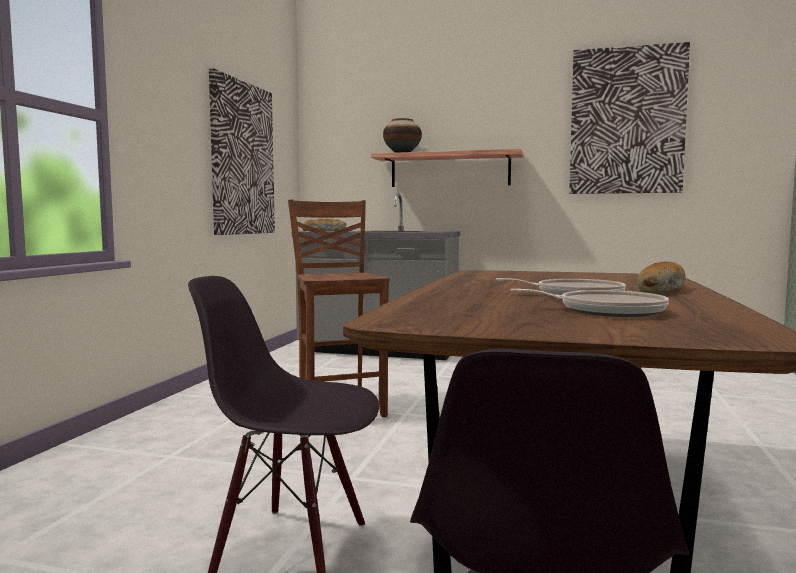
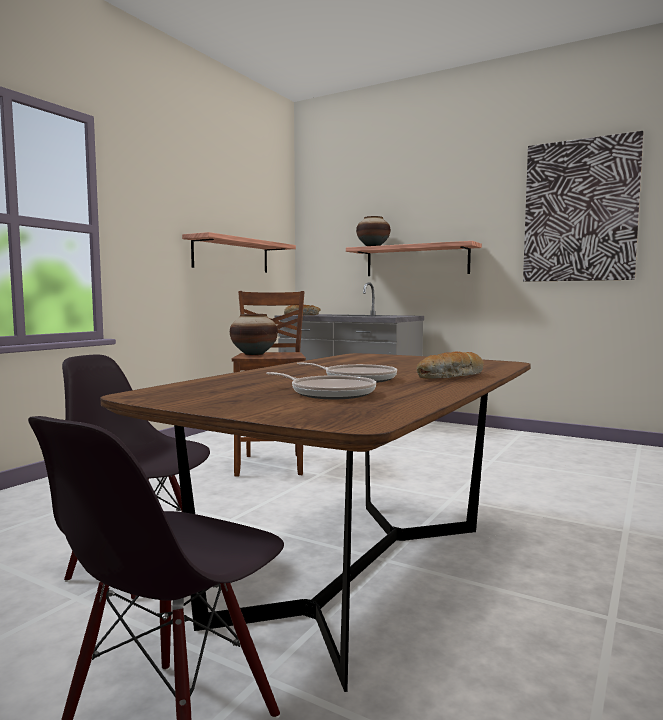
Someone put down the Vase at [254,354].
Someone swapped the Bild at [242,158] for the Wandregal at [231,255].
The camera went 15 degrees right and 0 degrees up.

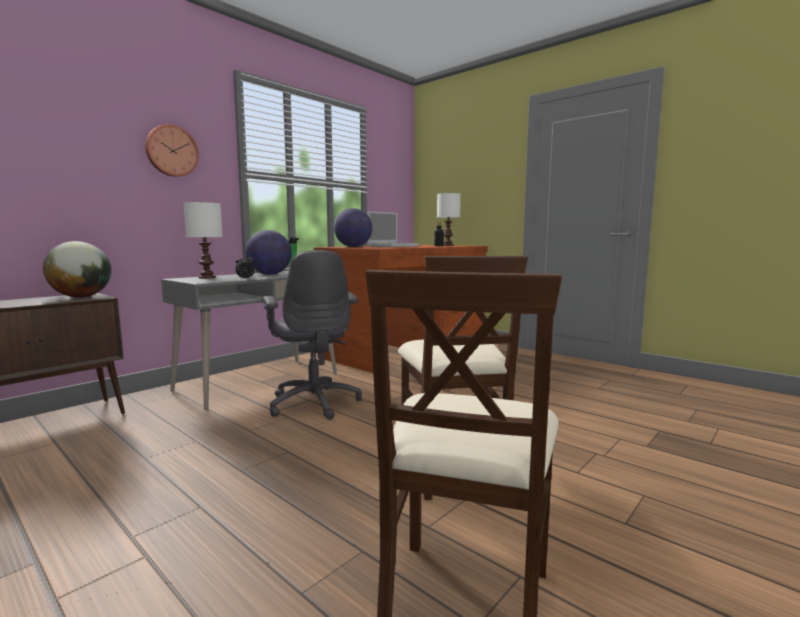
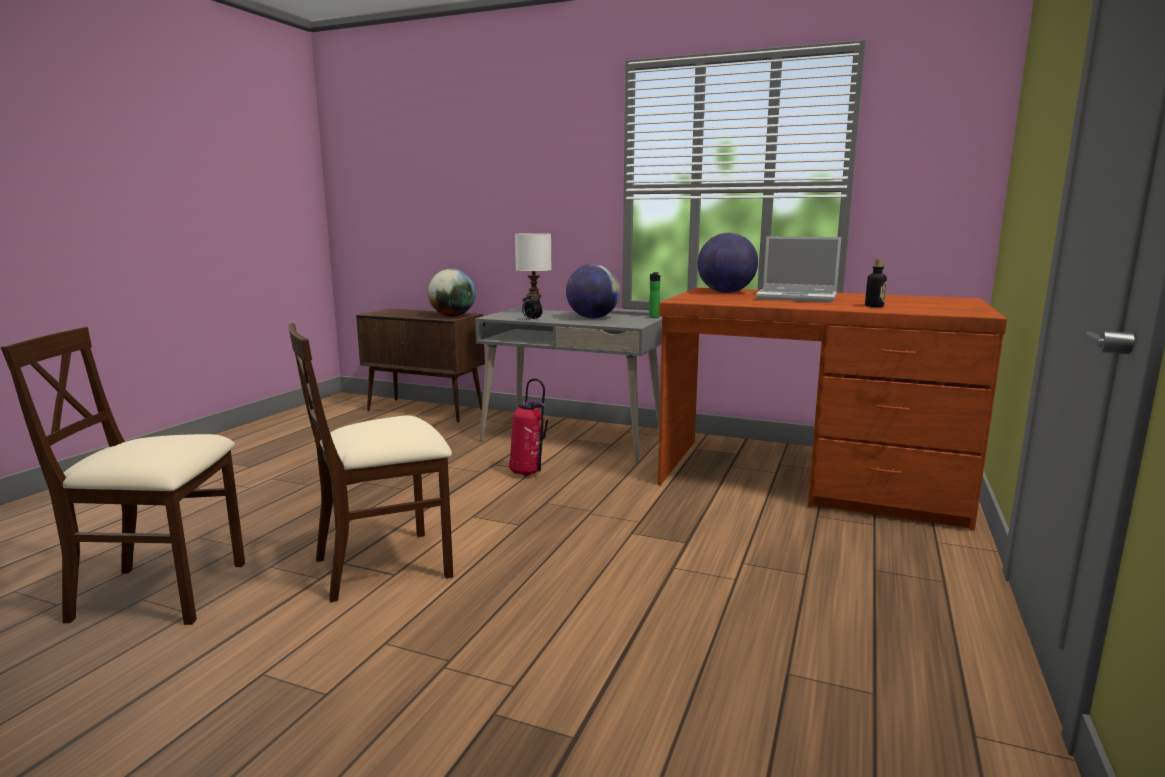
Someone took away the Wanduhr at [171,151].
Someone took away the Tischlampe [weiß] at [447,245].
Someone swapped the Bürostuhl [grau] at [314,403] for the Feuerlöscher at [528,473].
The camera went 70 degrees right and 5 degrees up.

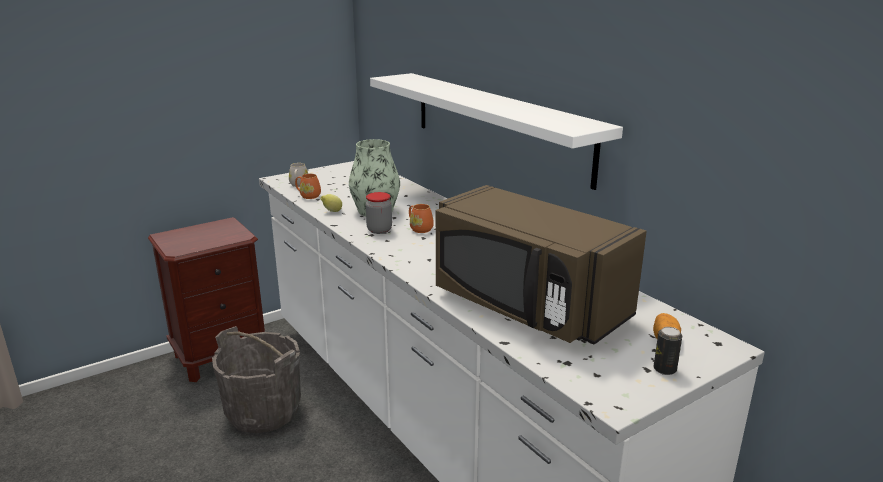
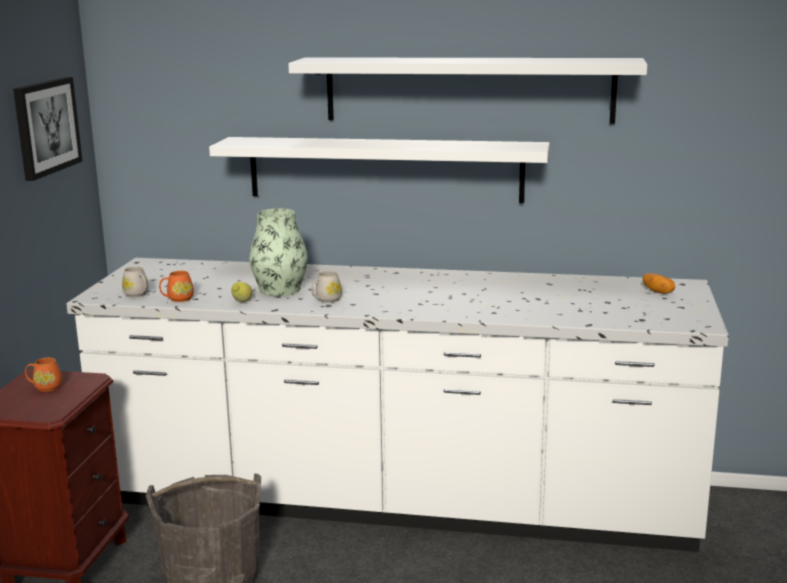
Someone took away the Mikrowelle [braun] at [526,305].
Someone took away the Dose at [664,369].
Someone put up the Bild at [46,127].
Someone put up the Wandregal [weiß] at [468,89].
Someone carried the Henkelbecher [orange] from [419,228] to [44,387].
Someone swapped the Vorratsglas at [379,230] for the Henkelbecher [weiß] at [326,300].
The camera went 45 degrees left and 5 degrees down.

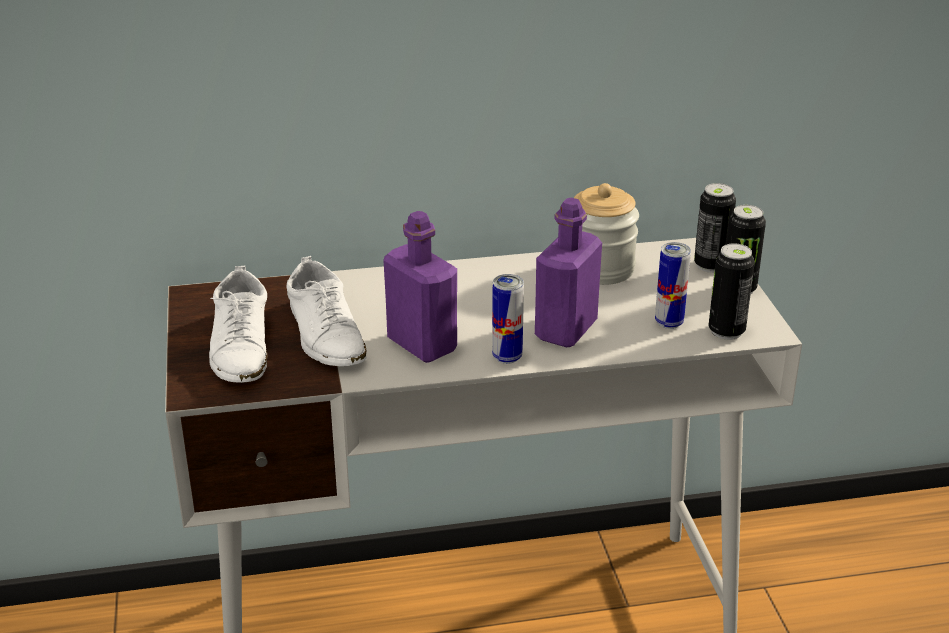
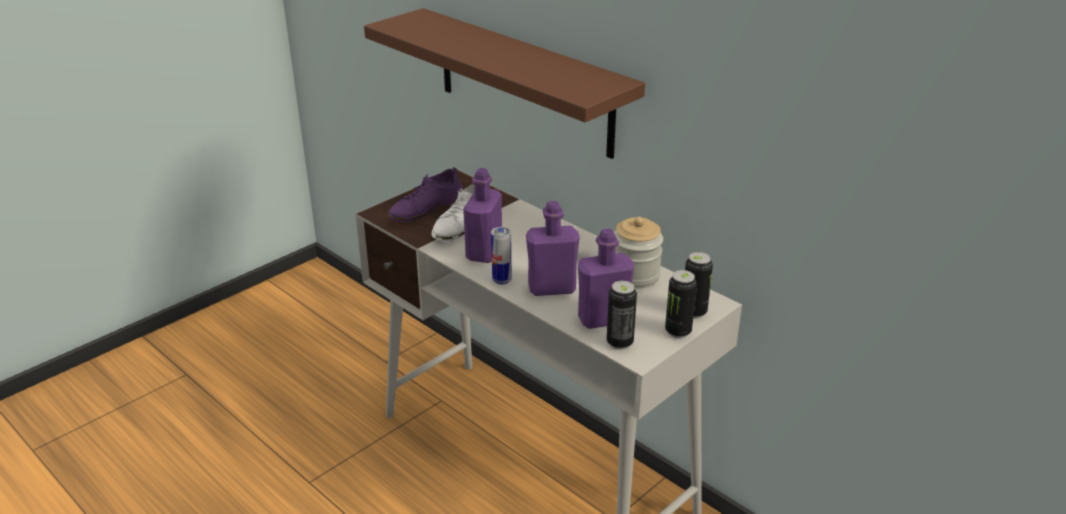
Someone put up the Wandregal [braun] at [524,82].
Someone swapped the Dose at [669,323] for the Flasche [lila] at [603,319].
Someone repainted the Schuh [weiß] at [241,346], which became the Schuh [lila] at [426,207].
The camera went 55 degrees right and 0 degrees up.

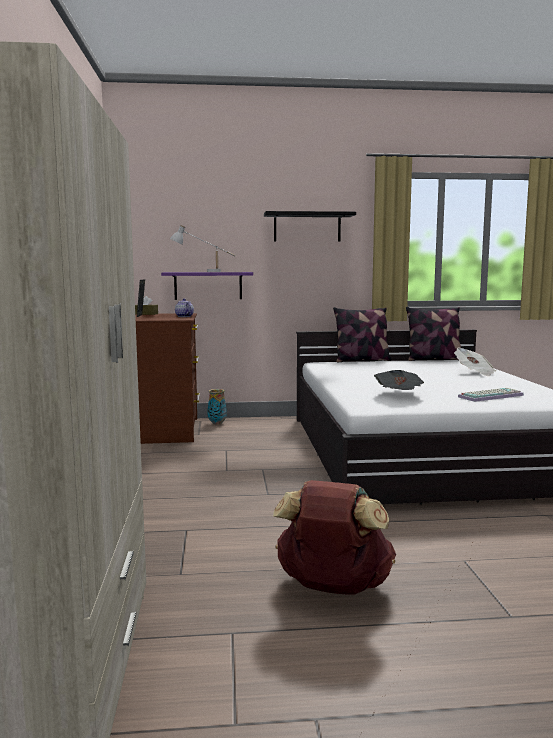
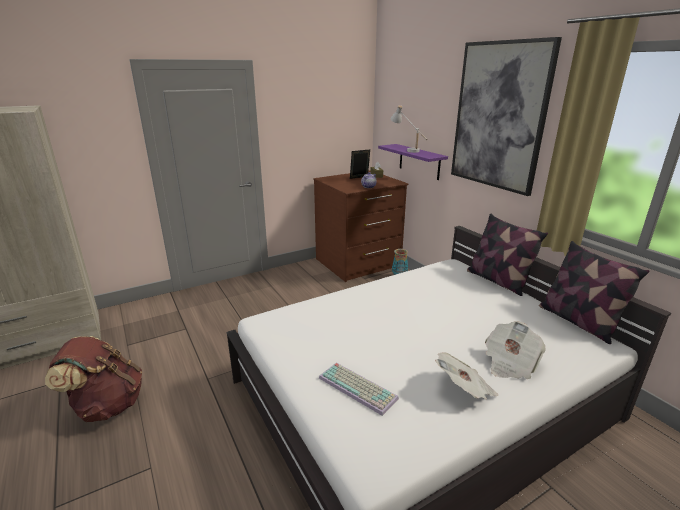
Someone carried the Zeitung from [399,394] to [464,389].
Someone swapped the Wandregal [schwarz] at [307,227] for the Bild at [499,116].
The camera went 65 degrees right and 15 degrees up.

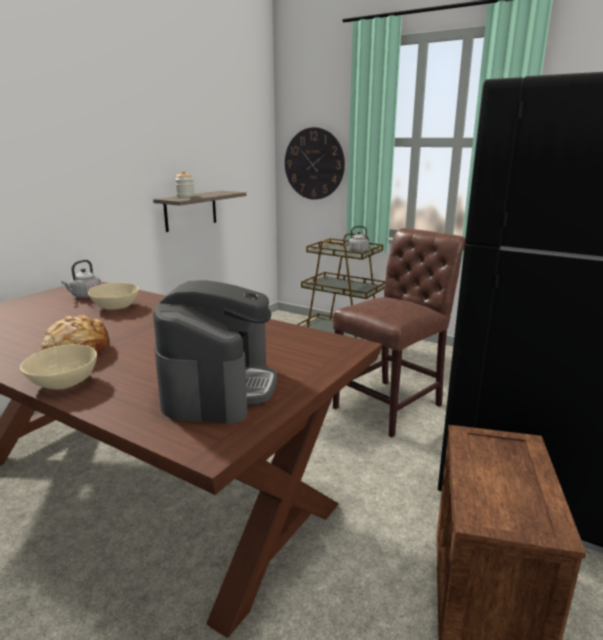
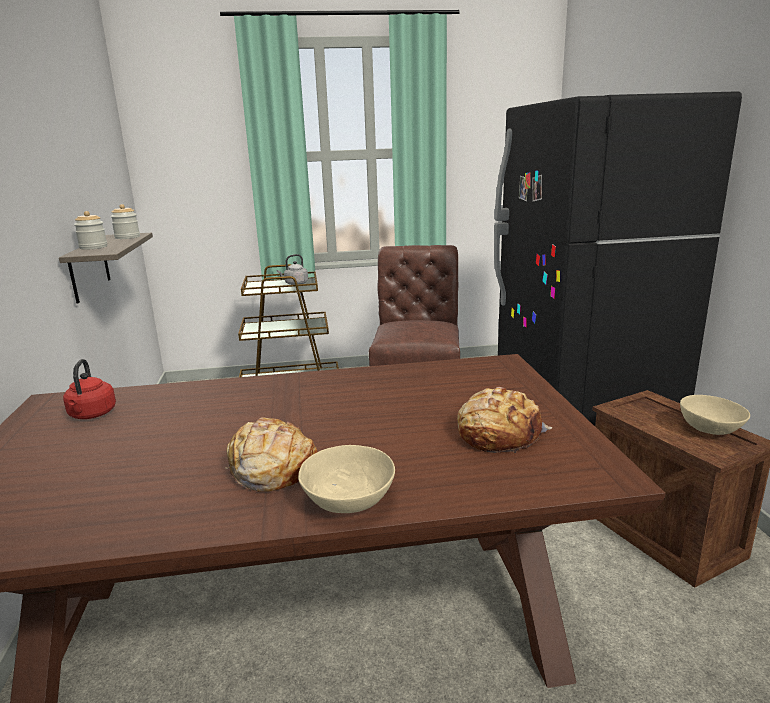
Someone took away the Wanduhr at [314,164].
Someone put down the Vorratsglas at [127,237].
Someone carried the Schüssel [beige] from [116,307] to [710,428].
Someone swapped the Kaffeemaschine at [219,387] for the Brot at [498,434].
Someone repainted the Wasserkessel [grau] at [85,296], which became the Wasserkessel [rot] at [92,415].
The camera went 40 degrees left and 0 degrees up.

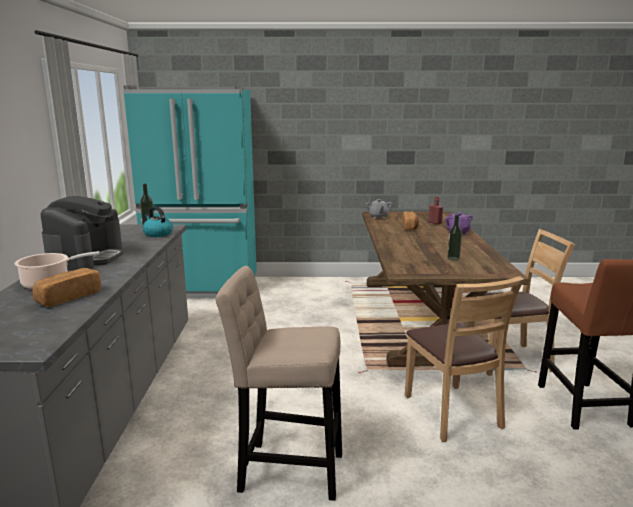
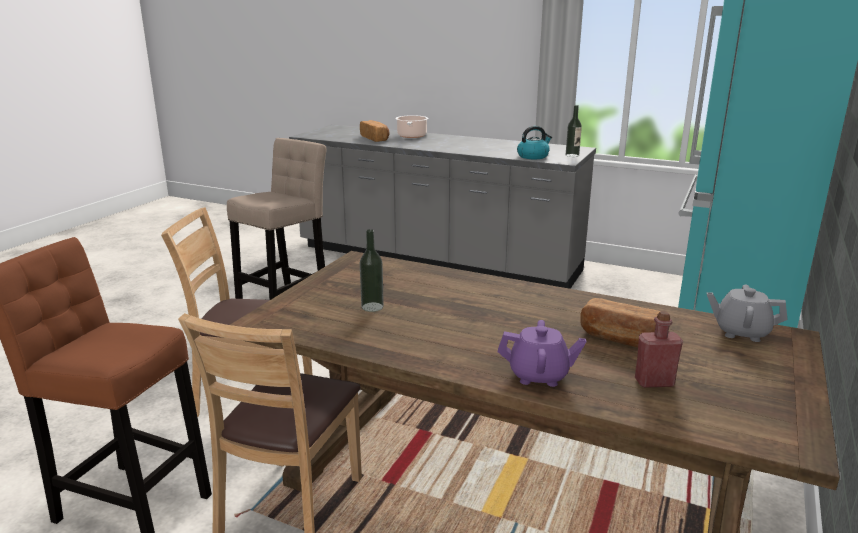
Someone took away the Kaffeemaschine at [86,258].
The camera went 115 degrees right and 5 degrees up.

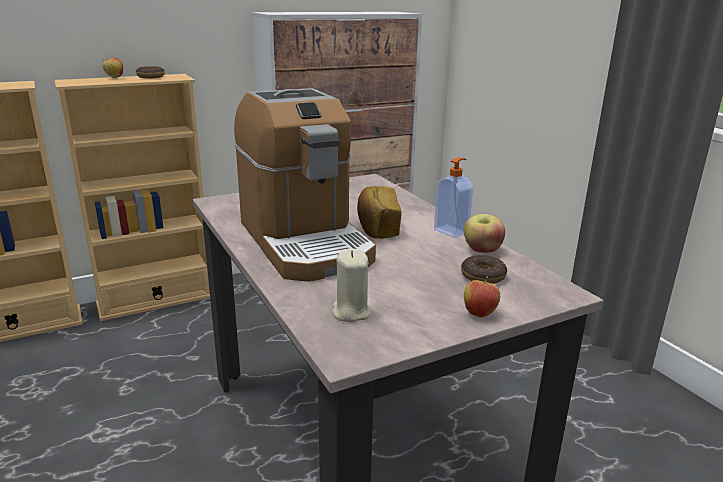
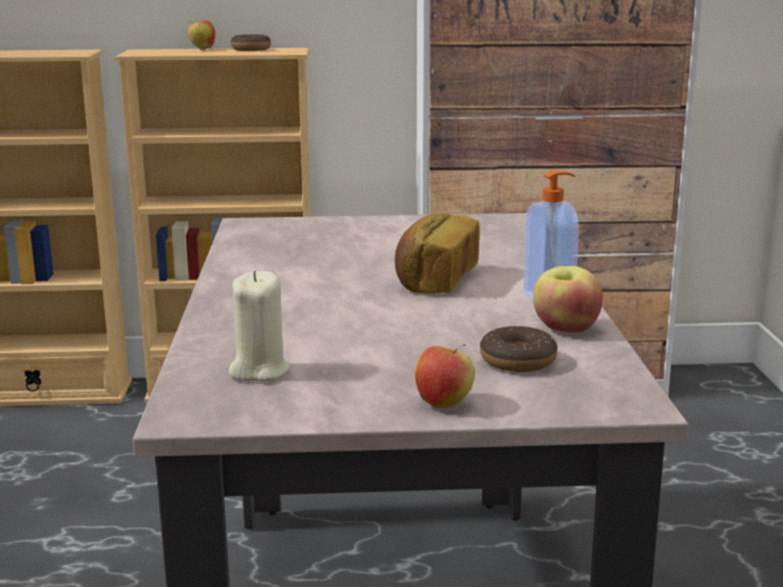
Someone took away the Kaffeemaschine at [304,242].
The camera went 25 degrees right and 5 degrees down.

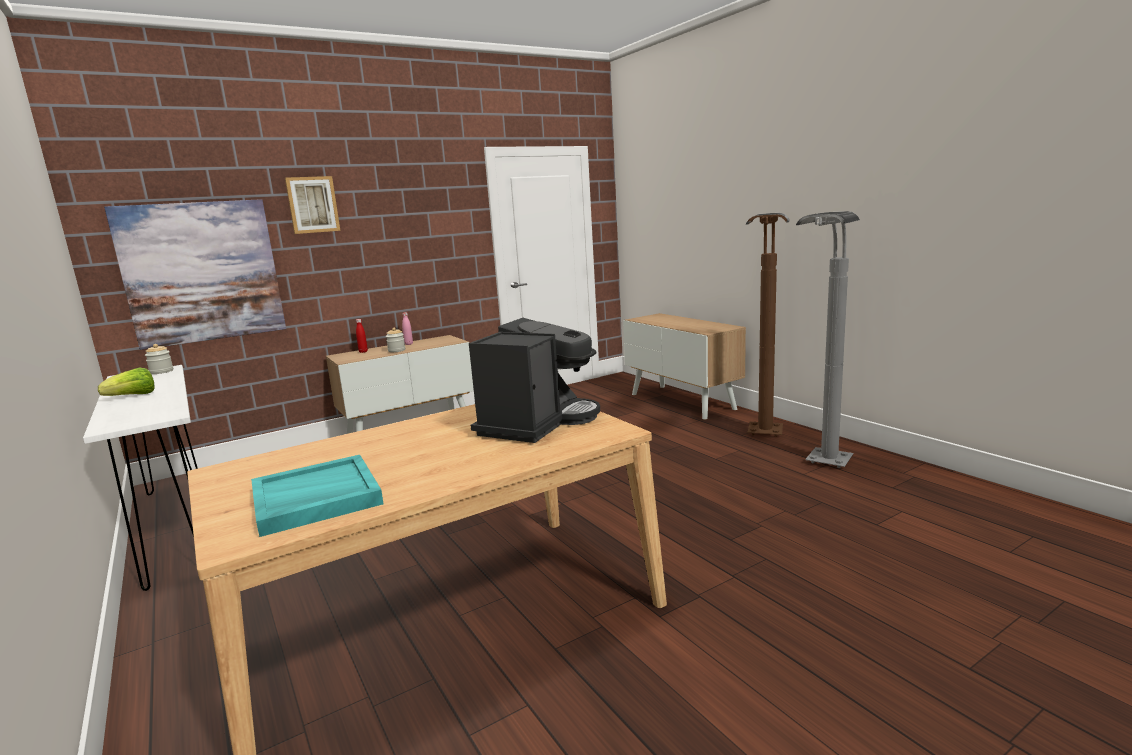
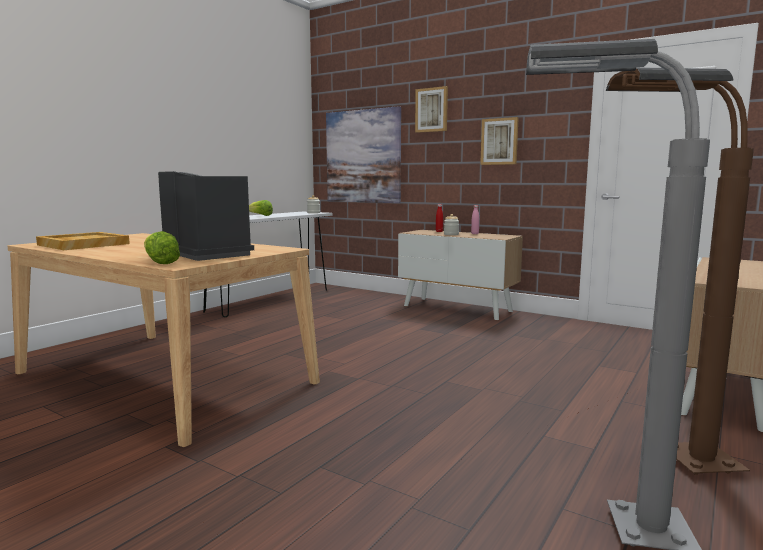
Someone put down the Salatkopf at [160,262].
Someone put up the Bild at [499,141].
Someone repainted the Tablett [türkis] at [315,499], which became the Tablett [beige] at [82,244].
Someone rotated the Kaffeemaschine at [537,422] by 135 degrees counterclockwise.
The camera went 65 degrees right and 5 degrees down.

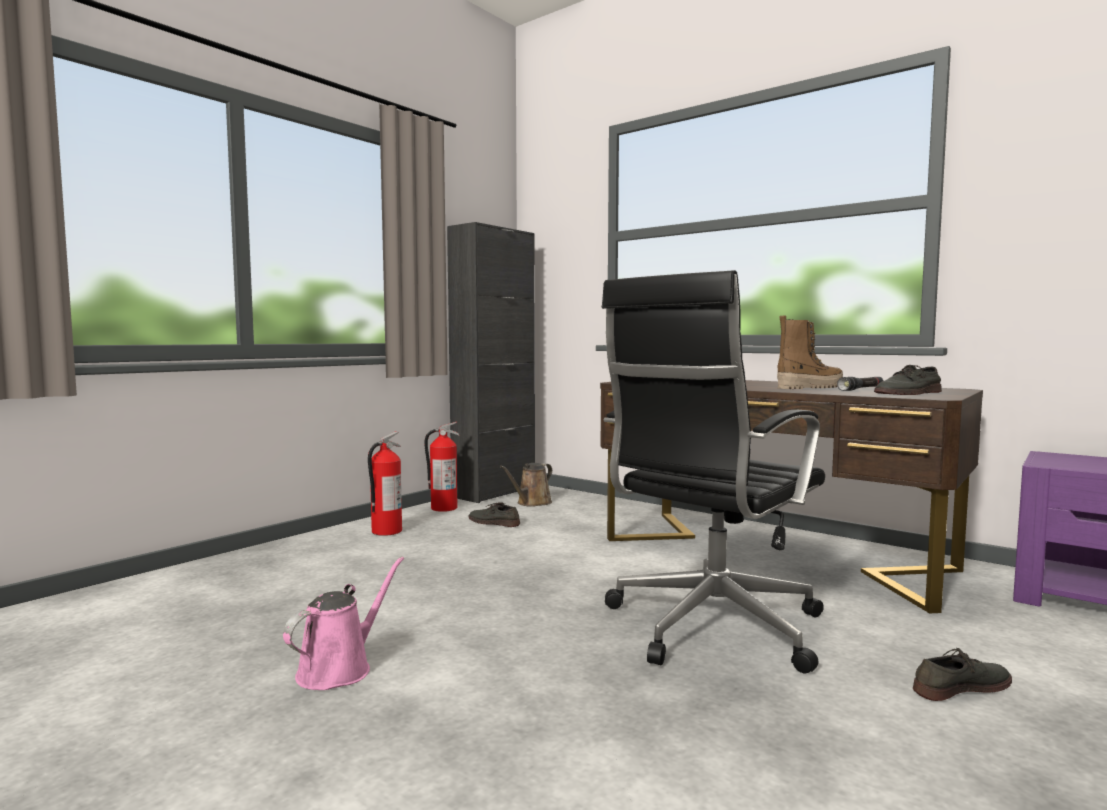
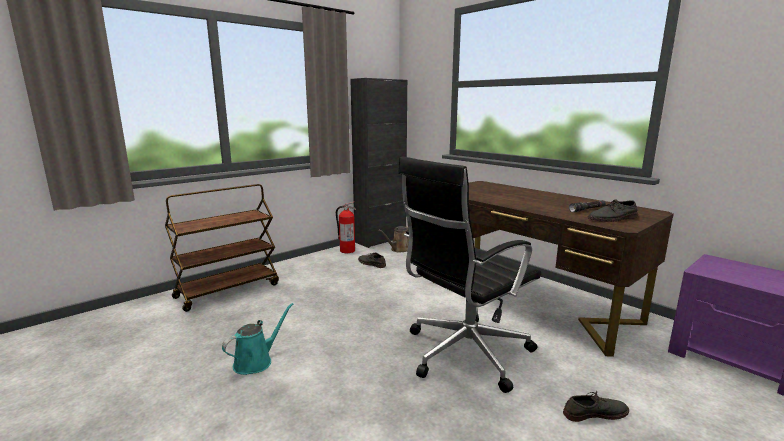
Someone took away the Feuerlöscher at [386,531].
Someone took away the Stiefel at [809,388].
Someone put down the Rollwagen [braun] at [228,290].
Someone repainted the Gießkanne [rosa] at [340,669], which became the Gießkanne [türkis] at [256,361].
The camera went 10 degrees right and 10 degrees up.

